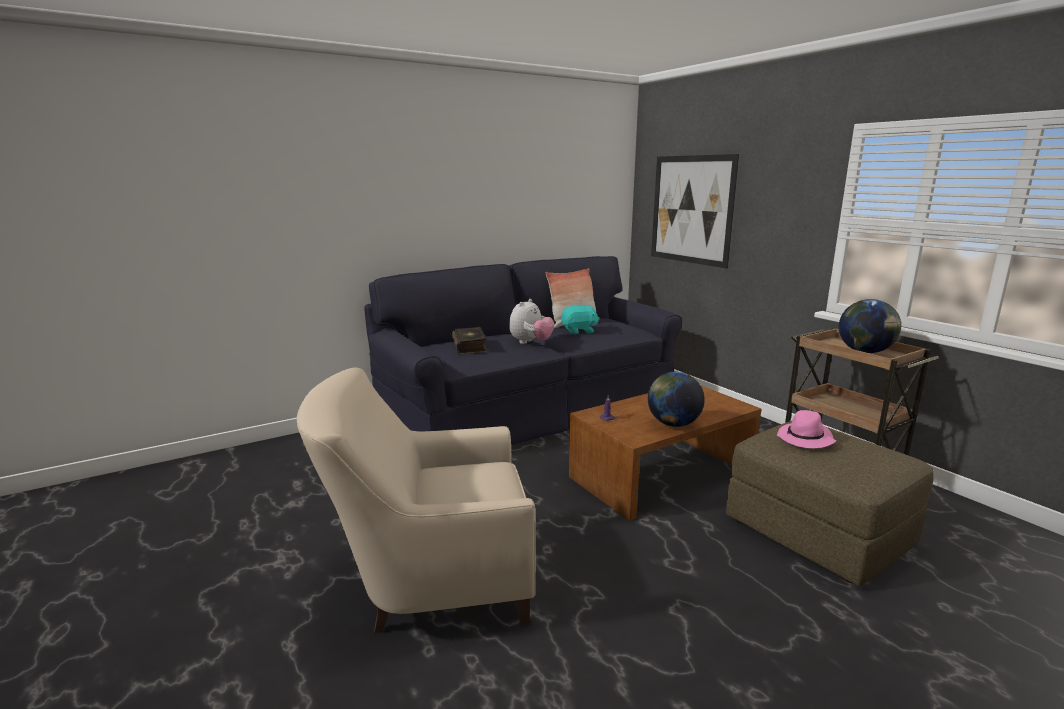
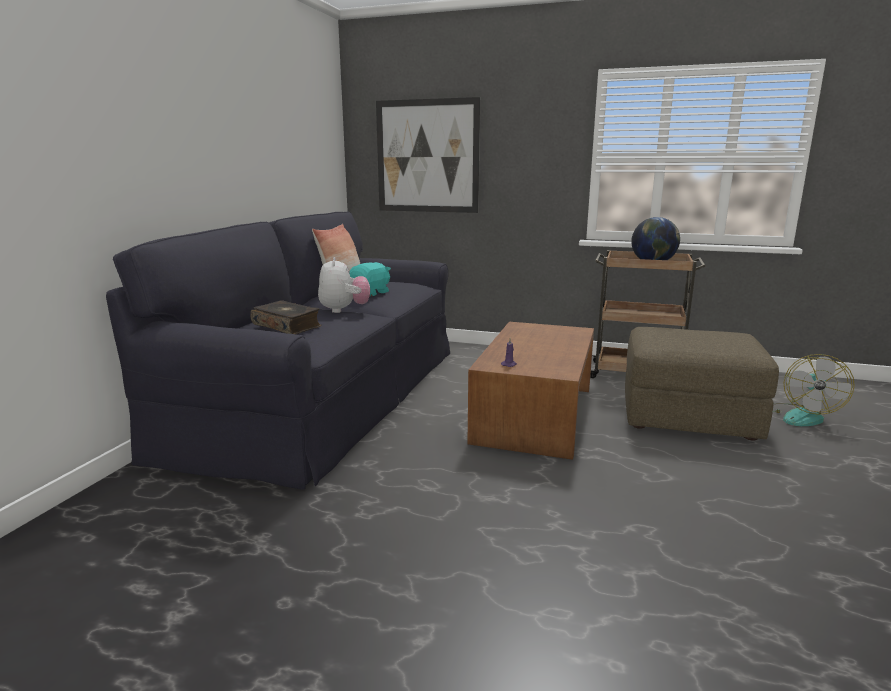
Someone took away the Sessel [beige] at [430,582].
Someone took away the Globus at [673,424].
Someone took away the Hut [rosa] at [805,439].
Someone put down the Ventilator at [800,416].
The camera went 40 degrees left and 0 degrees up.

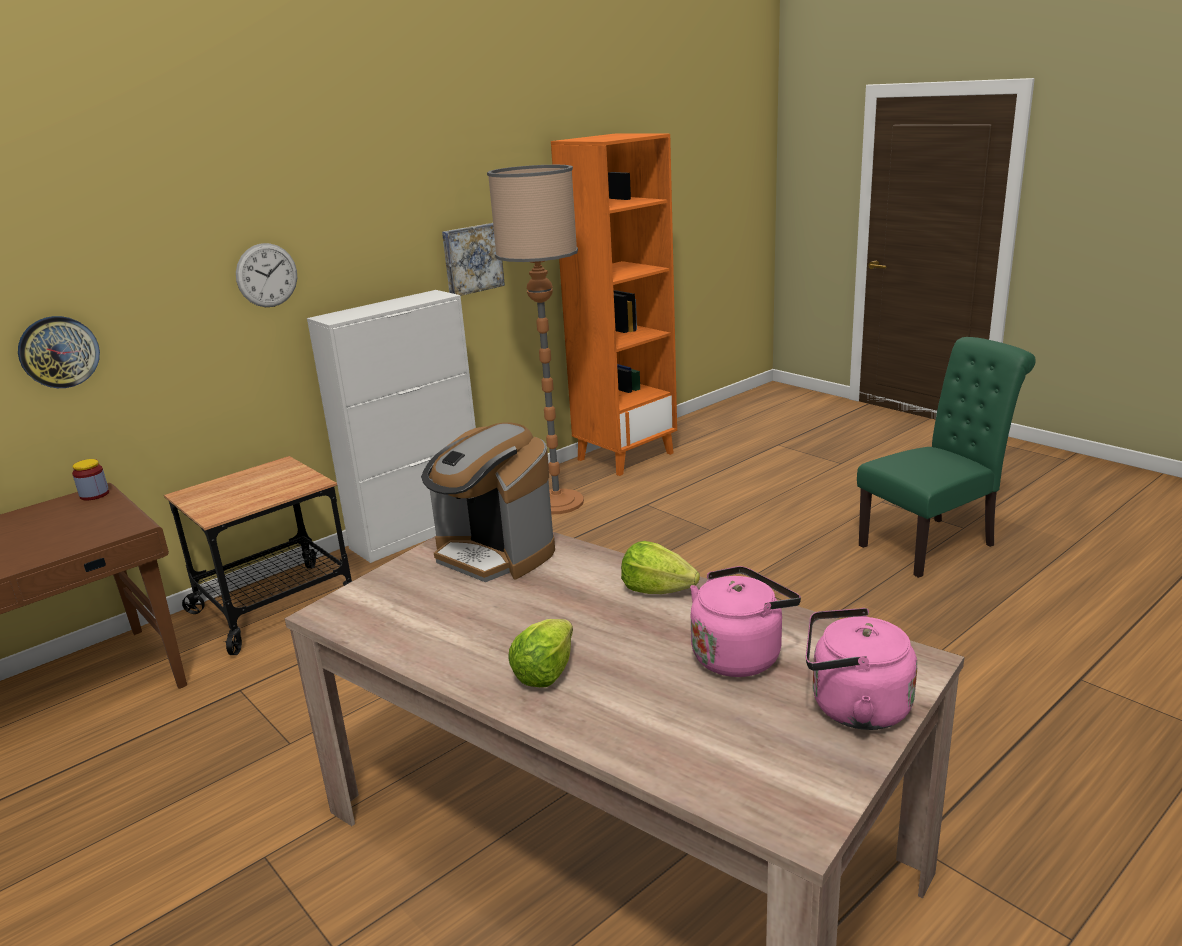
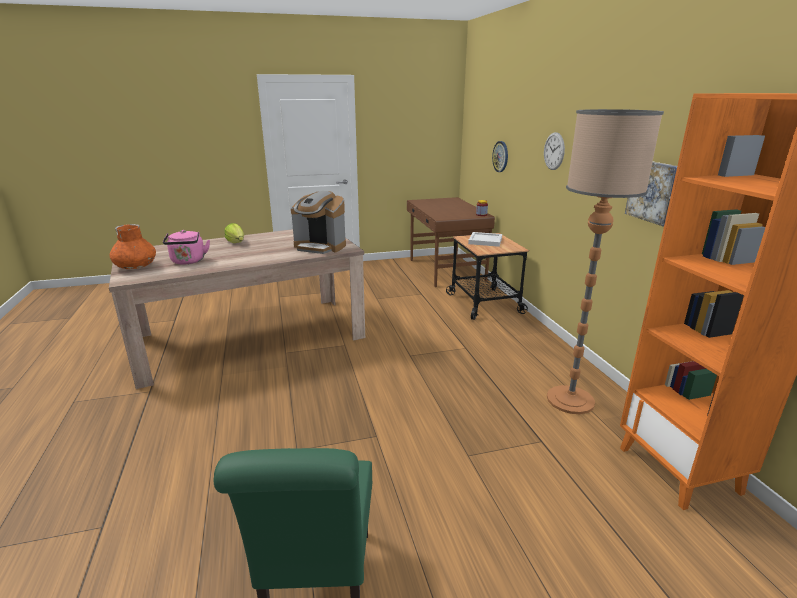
Someone took away the Schrank [weiß] at [420,531].
Someone took away the Salatkopf at [657,589].
Someone put down the Tablett [weiß] at [485,241].
Someone swapped the Wasserkessel [rosa] at [853,707] for the Vase [orange] at [136,266].
Someone rotated the Kaffeemaschine at [494,554] by 135 degrees counterclockwise.
The camera went 115 degrees right and 0 degrees up.

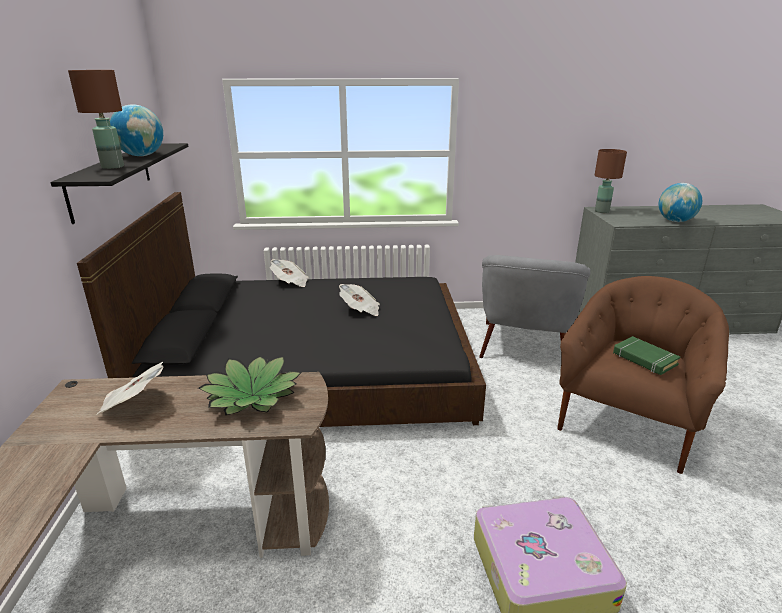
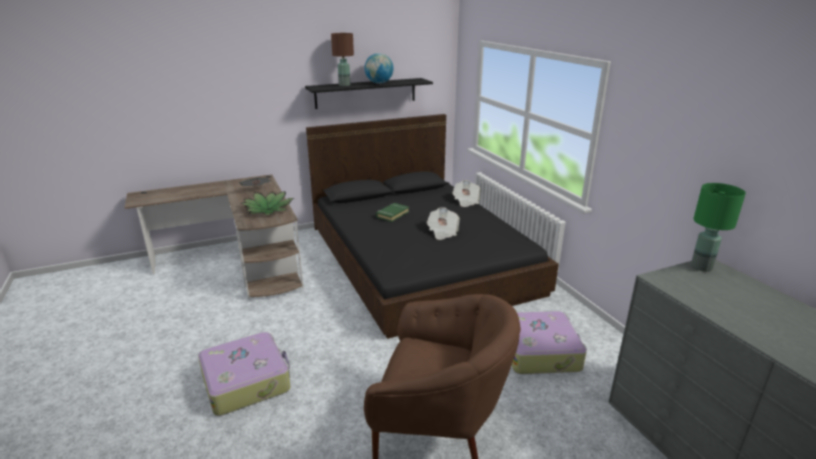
Someone took away the Globus at [675,221].
Someone carried the Buch [grün] from [644,359] to [392,214].
Someone swapped the Sessel [grau] at [525,345] for the Koffer at [540,351].
Someone repainted the Tischlampe [braun] at [602,211], which became the Tischlampe [grün] at [702,267].
The camera went 70 degrees right and 0 degrees up.

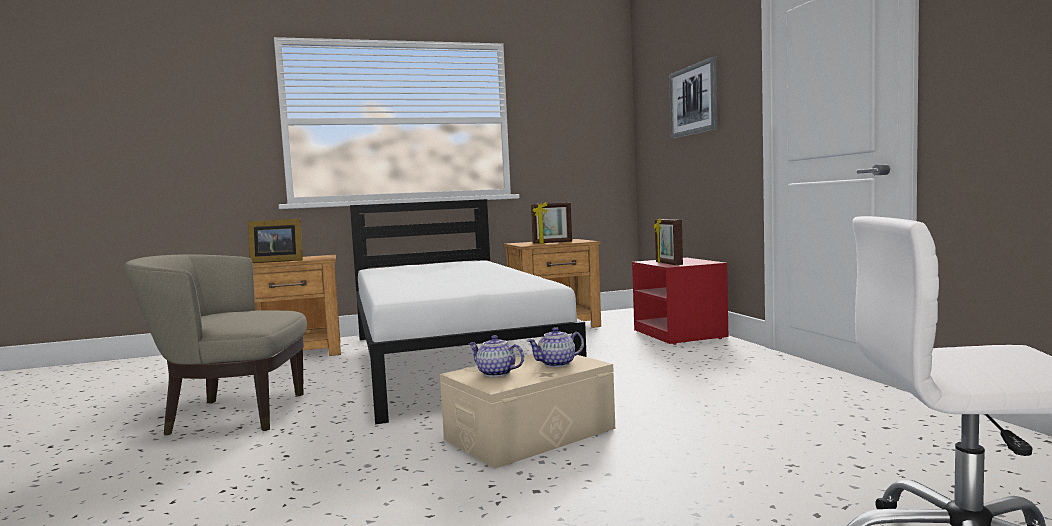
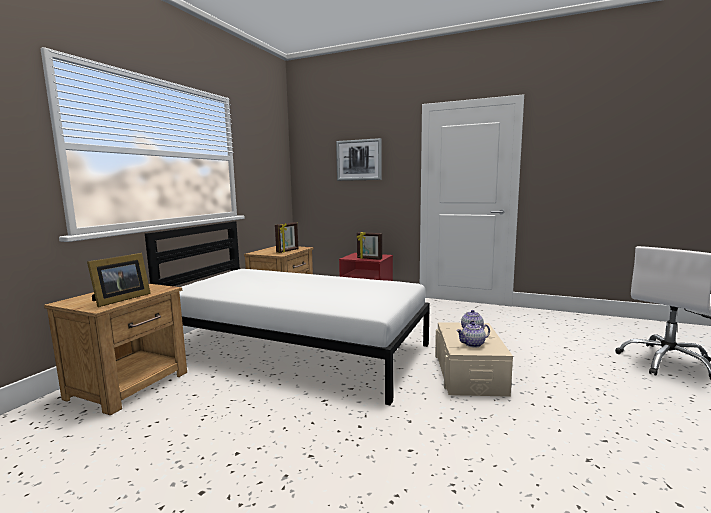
Someone took away the Sessel [beige] at [232,415].
The camera went 50 degrees left and 5 degrees up.

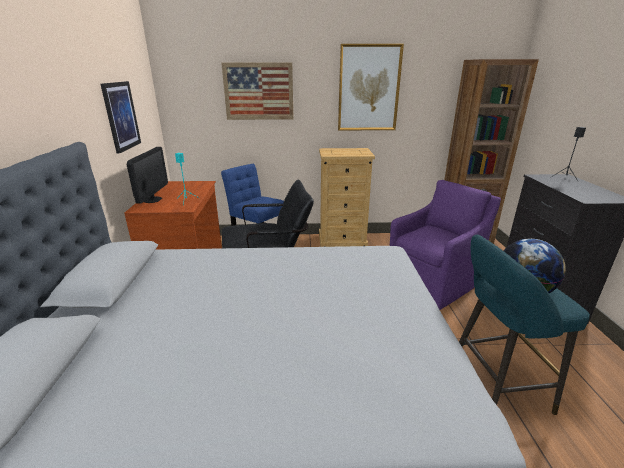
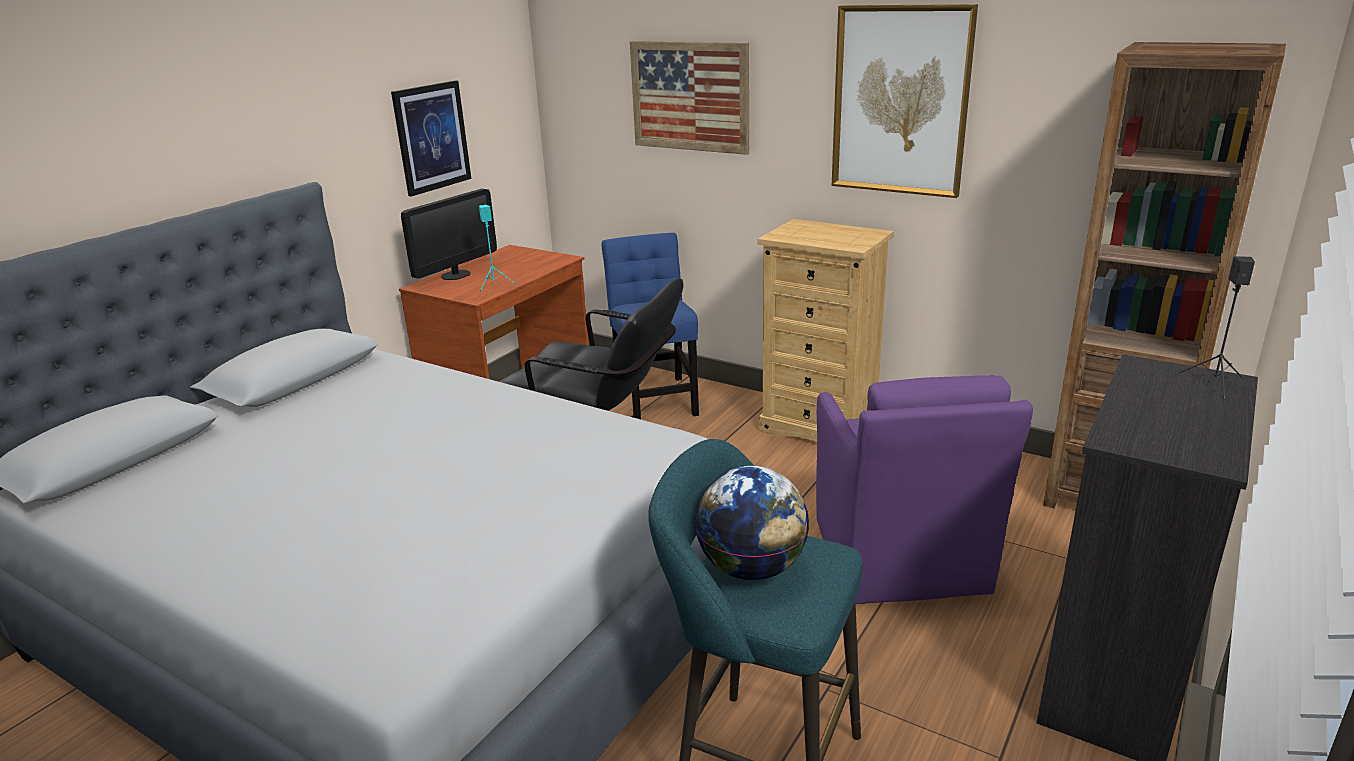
Someone rotated the Sessel [lila] at [432,283] by 90 degrees clockwise.
The camera went 35 degrees right and 0 degrees up.

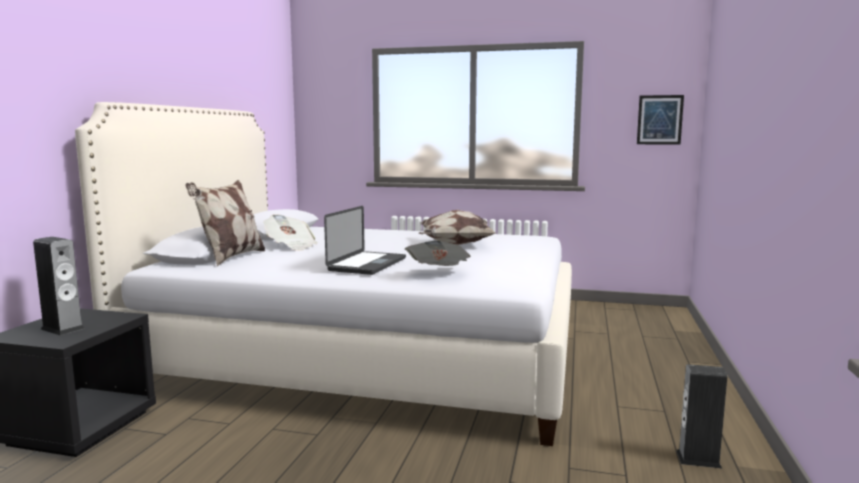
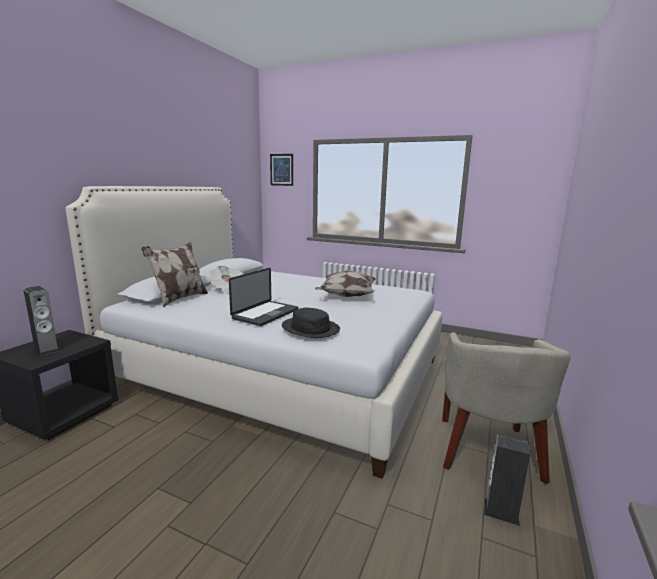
Someone put down the Sessel [beige] at [487,451].
Someone carried the Bild from [659,120] to [281,169].
Someone swapped the Zeitung at [438,272] for the Hut [schwarz] at [310,328].
The camera went 10 degrees right and 5 degrees up.

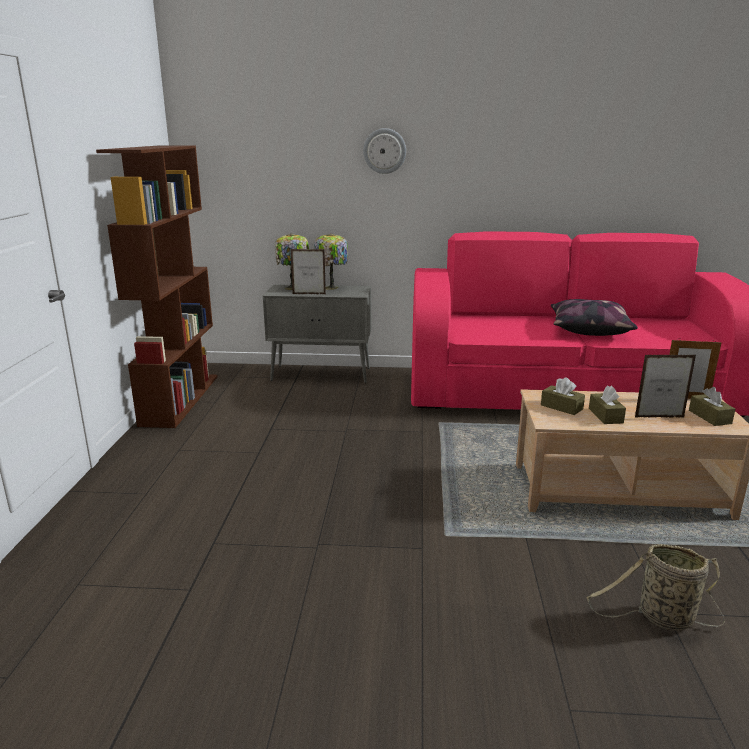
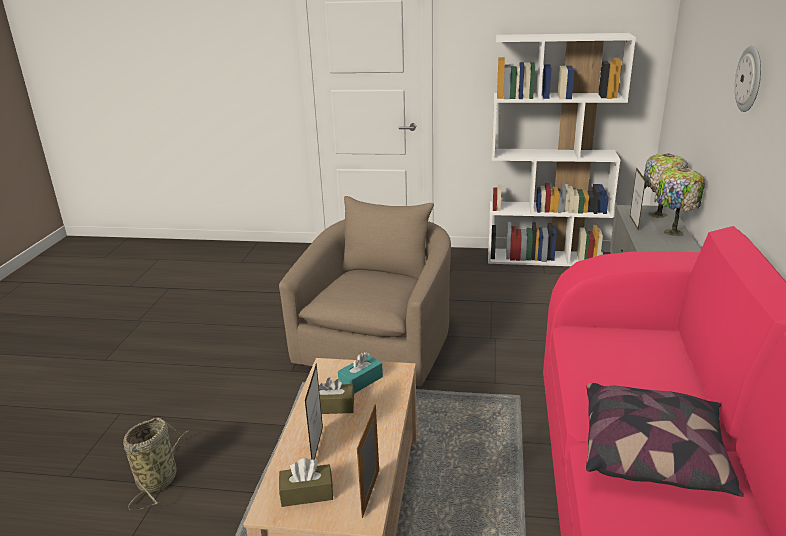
Someone put down the Sessel [beige] at [379,342].
Someone repainted the Bücherregal [braun] at [180,399], which became the Bücherregal [weiß] at [546,258].
Someone repainted the Taschentuchbox [braun] at [561,407], which became the Taschentuchbox [türkis] at [361,381].
The camera went 95 degrees right and 5 degrees up.

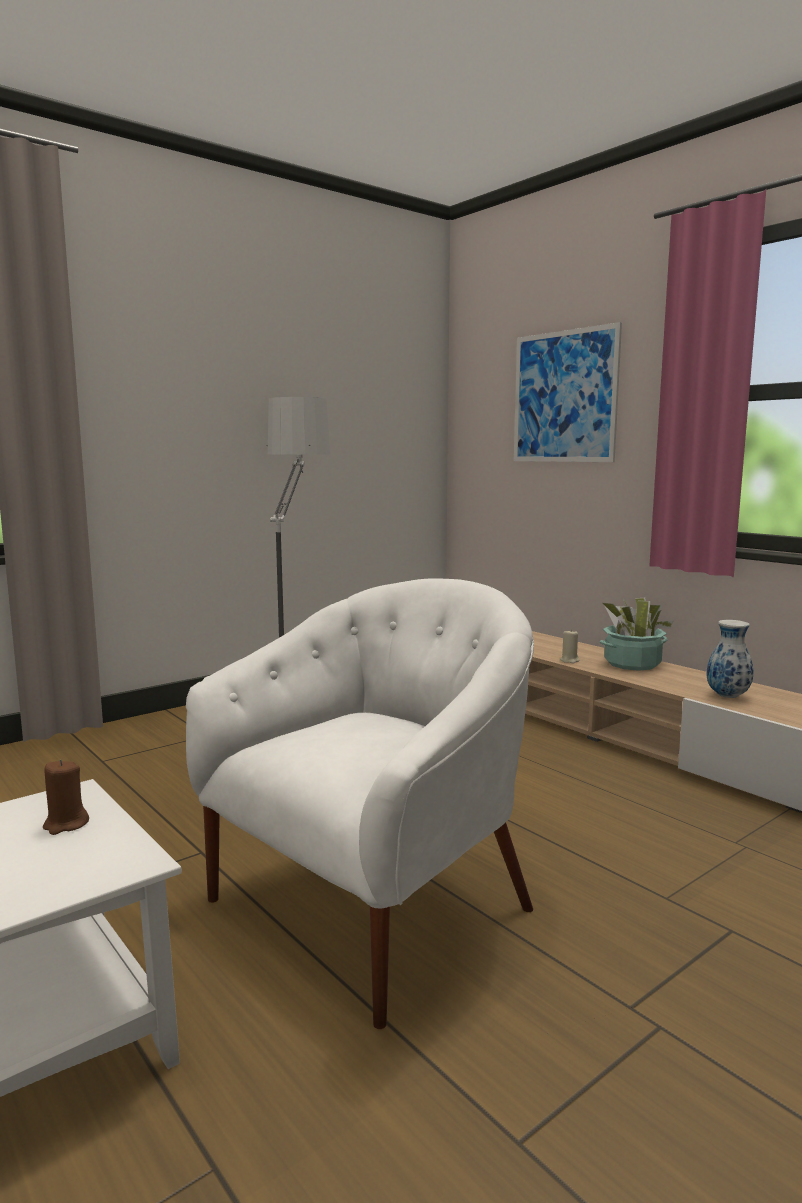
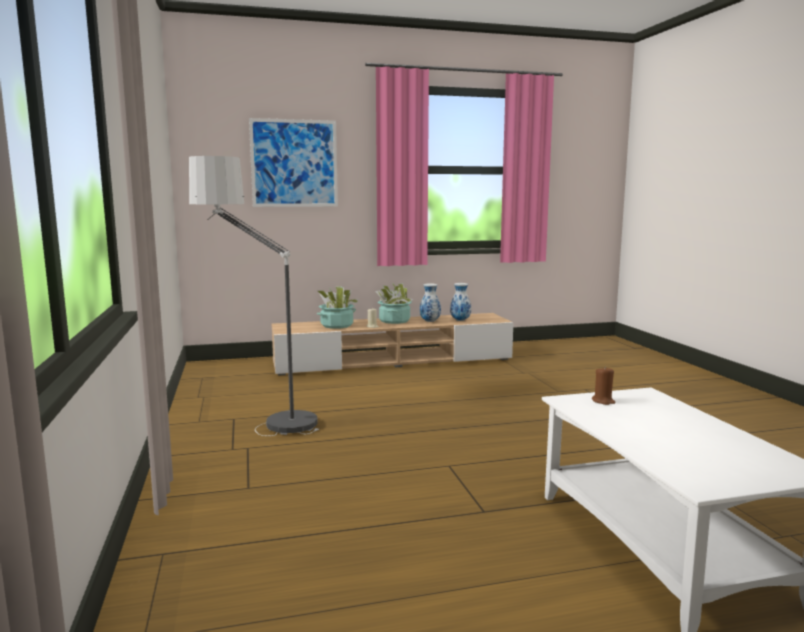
Someone took away the Sessel [weiß] at [374,905].
Someone put down the Topfpflanze at [337,325].
Someone put down the Vase at [429,321].
The camera went 65 degrees left and 0 degrees up.

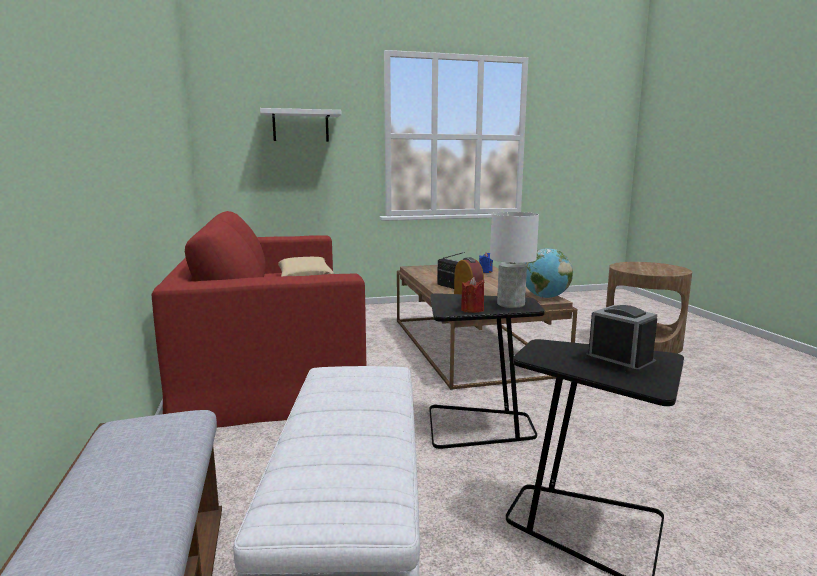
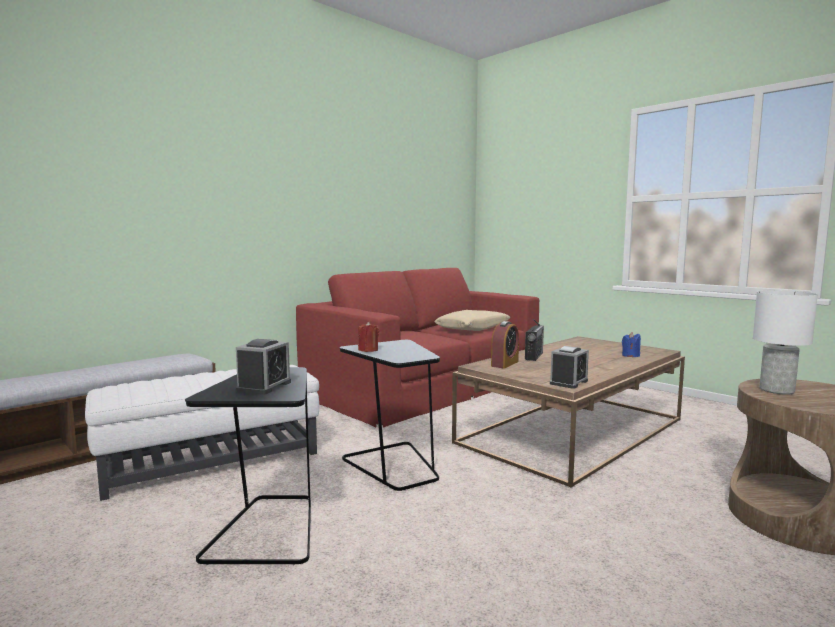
Someone took away the Wandregal [weiß] at [300,126].
Someone carried the Tischlampe [weiß] from [510,304] to [775,390].
Someone swapped the Globus at [545,297] for the Wecker at [568,382].
The camera went 60 degrees right and 5 degrees down.

